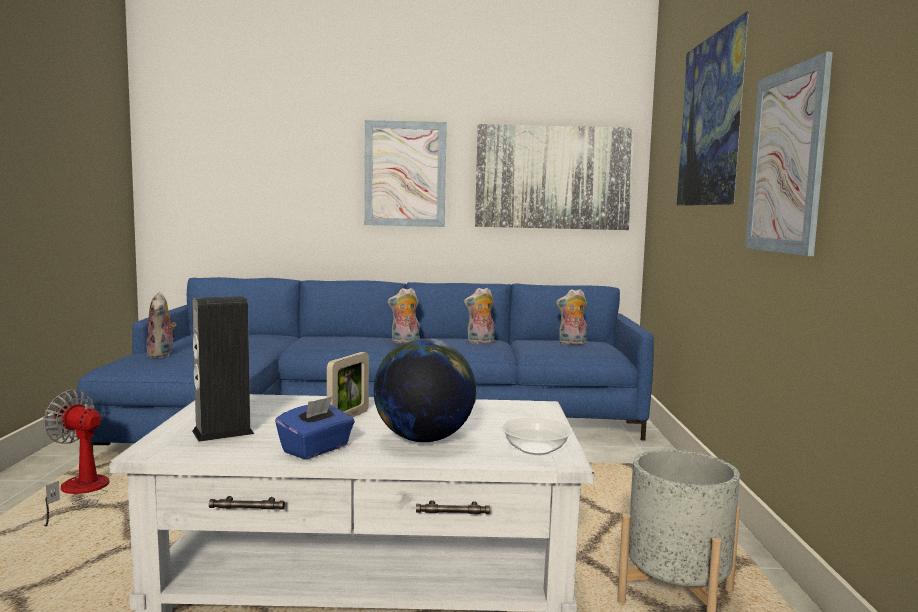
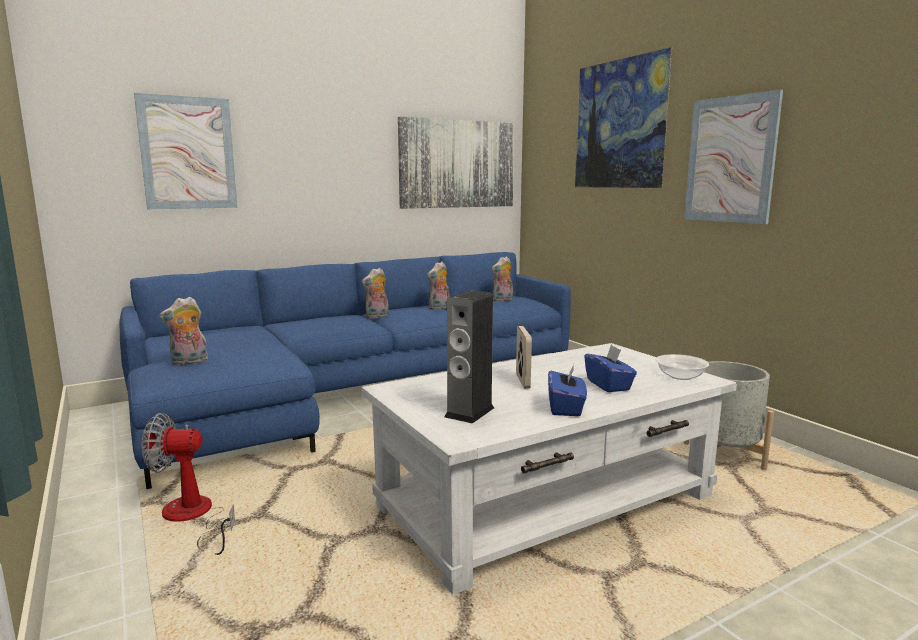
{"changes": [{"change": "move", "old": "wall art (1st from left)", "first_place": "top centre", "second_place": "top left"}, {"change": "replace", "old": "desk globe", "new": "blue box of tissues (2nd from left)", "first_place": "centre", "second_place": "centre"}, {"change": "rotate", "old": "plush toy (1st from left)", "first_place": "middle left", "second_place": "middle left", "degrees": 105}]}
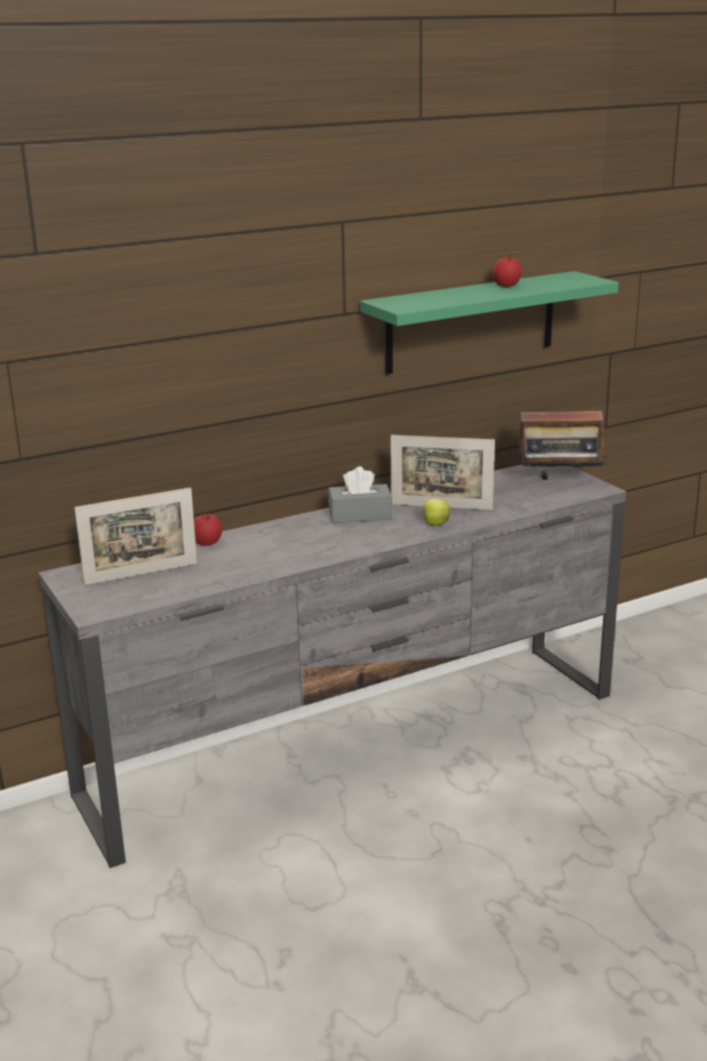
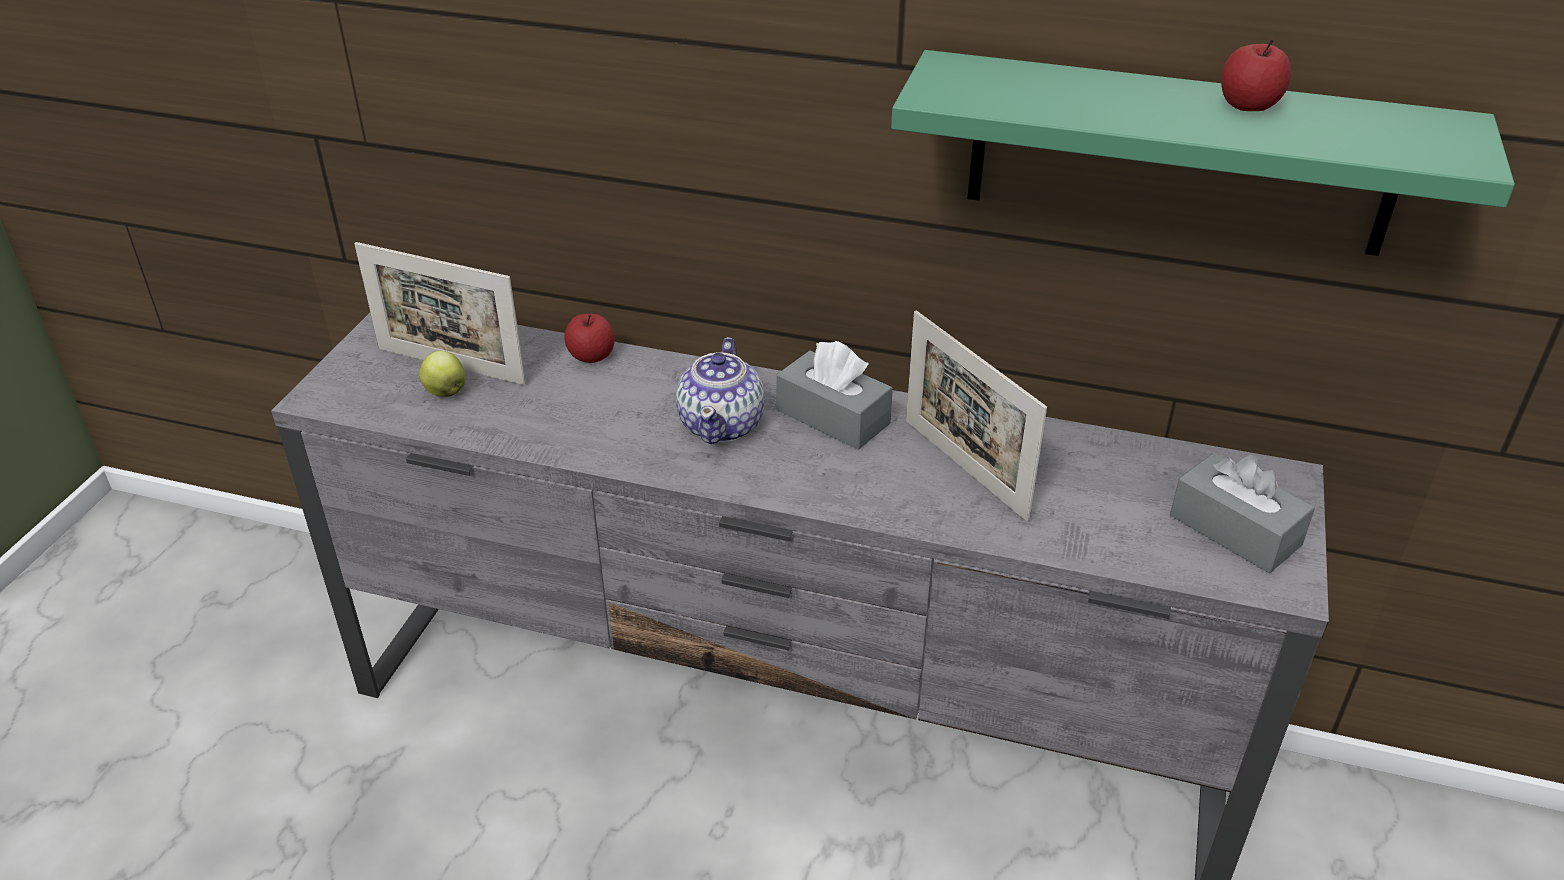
{"changes": [{"change": "insert", "new": "teapot", "second_place": "centre"}, {"change": "move", "old": "whole apple (2nd from left in the first image)", "new": "whole apple (1st from left)", "first_place": "centre", "second_place": "middle left"}, {"change": "replace", "old": "radio receiver", "new": "gray box of tissues (2nd from left)", "first_place": "middle right", "second_place": "middle right"}]}
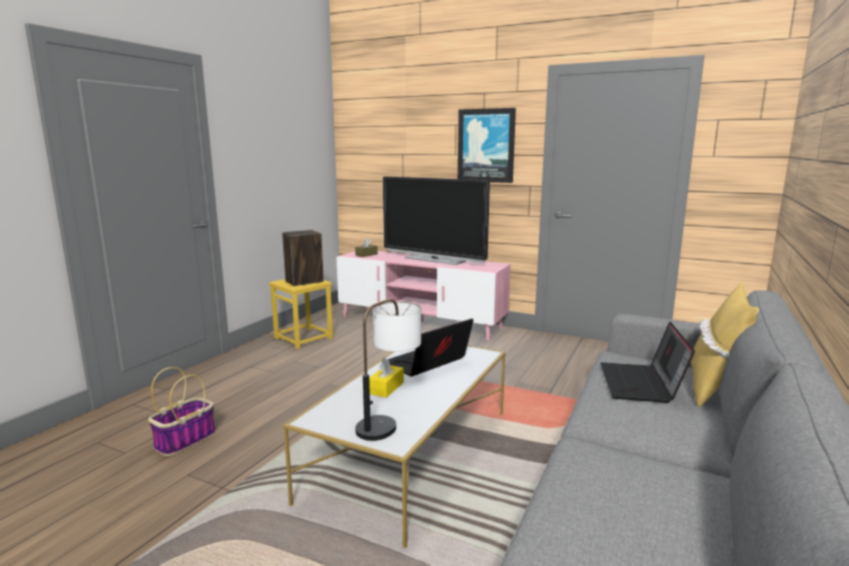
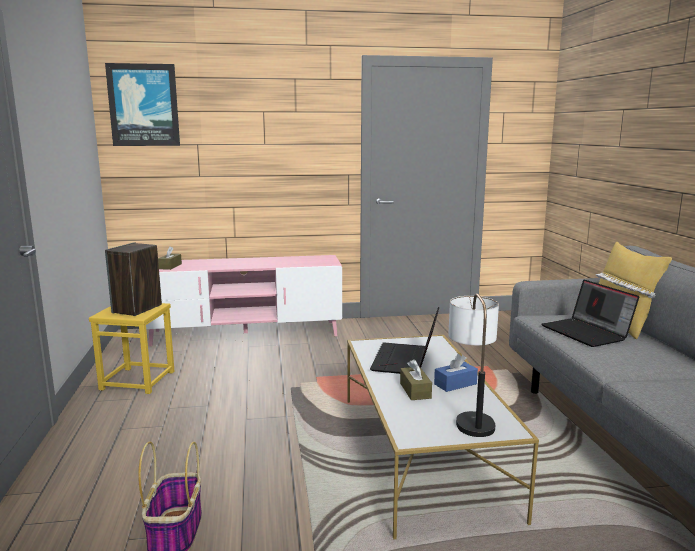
{"changes": [{"change": "delete", "old": "TV", "first_place": "centre"}, {"change": "insert", "new": "blue box of tissues", "second_place": "bottom centre"}, {"change": "move", "old": "wall art", "first_place": "top centre", "second_place": "top left"}, {"change": "recolor", "old": "yellow box of tissues", "new": "brown box of tissues (2nd from left)", "first_place": "bottom centre", "second_place": "bottom centre"}]}
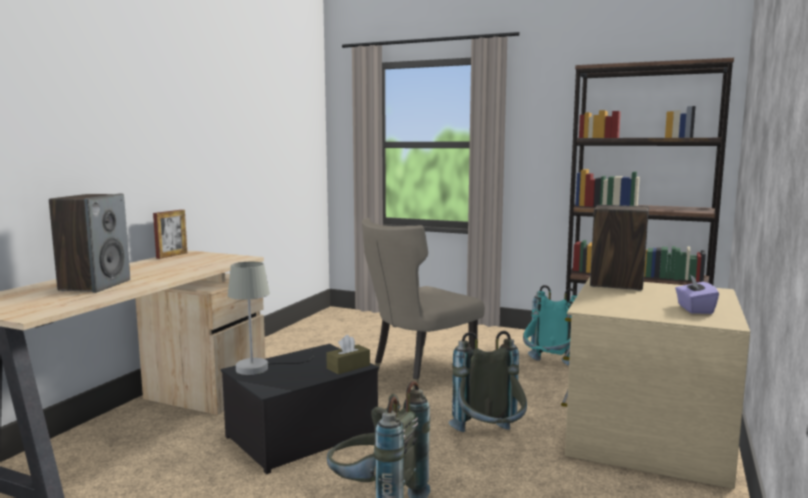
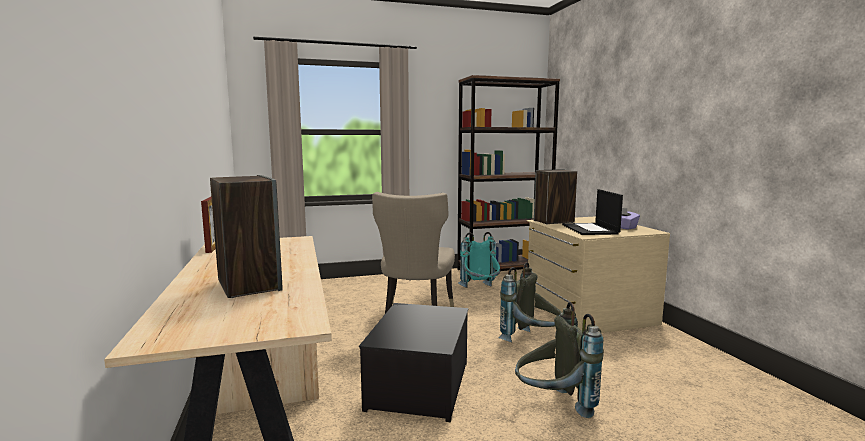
{"changes": [{"change": "delete", "old": "gray tabletop lamp", "first_place": "centre"}, {"change": "delete", "old": "brown box of tissues", "first_place": "bottom centre"}, {"change": "insert", "new": "laptop", "second_place": "middle right"}]}
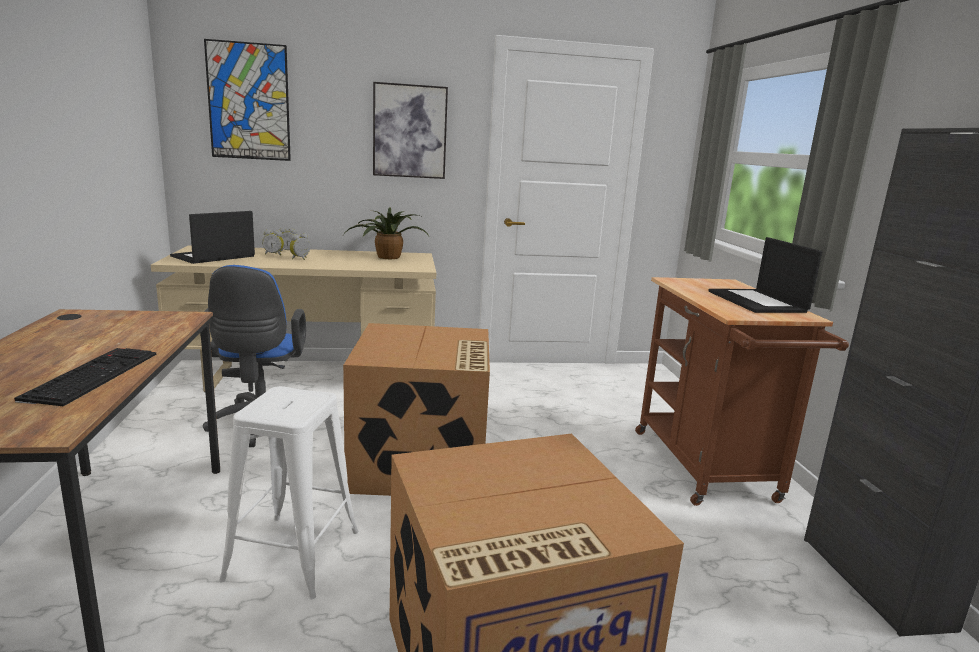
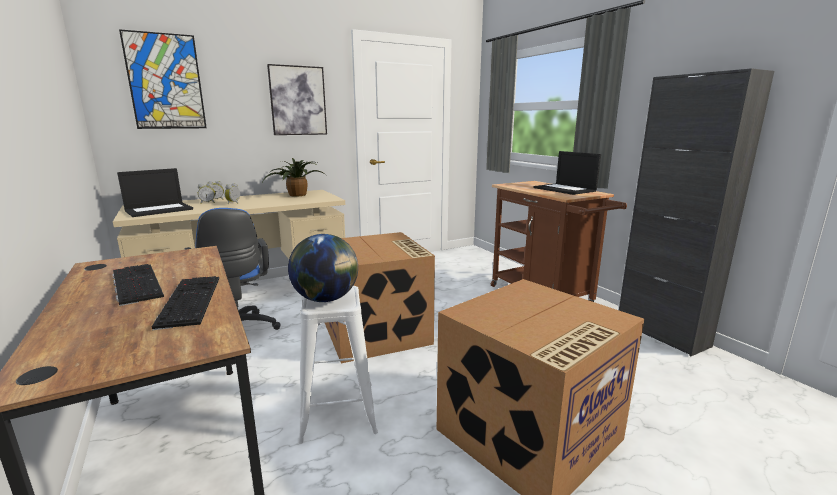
{"changes": [{"change": "insert", "new": "computer keyboard (1st from left)", "second_place": "middle left"}, {"change": "insert", "new": "desk globe", "second_place": "centre"}, {"change": "rotate", "old": "laptop (1st from left)", "first_place": "middle left", "second_place": "middle left", "degrees": -150}]}
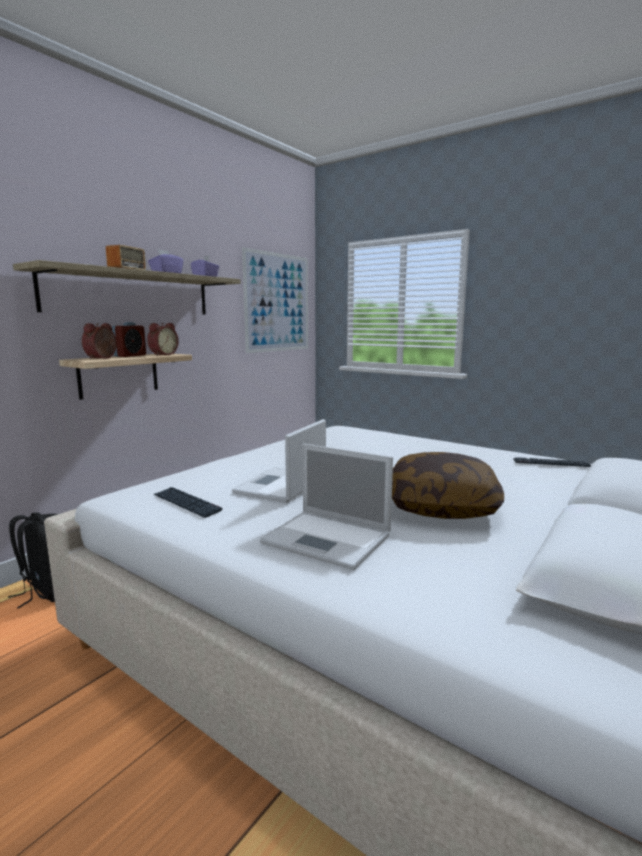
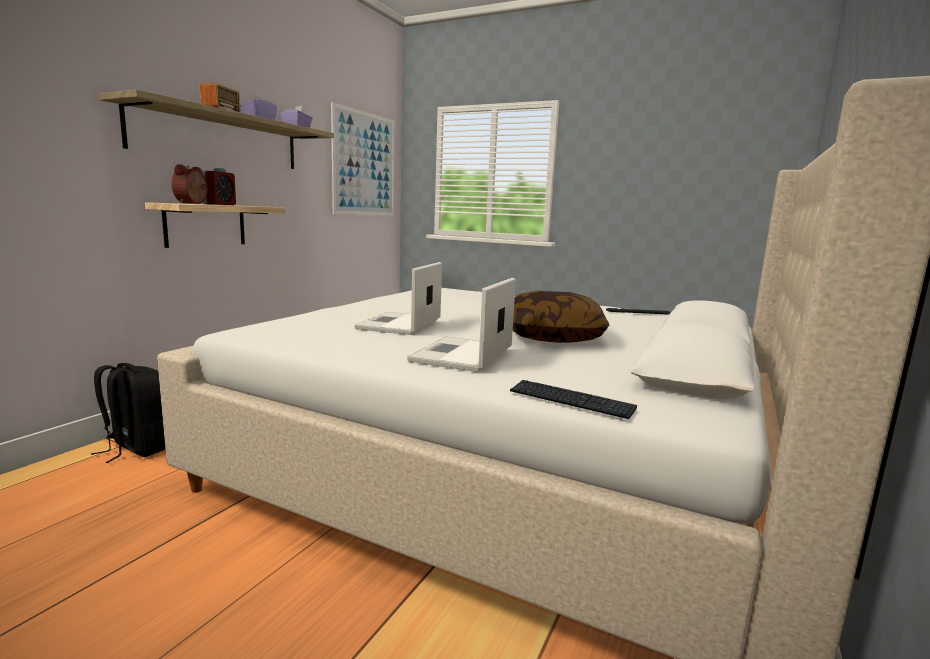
{"changes": [{"change": "delete", "old": "bedside clock (3rd from left)", "first_place": "middle left"}, {"change": "move", "old": "computer keyboard (1st from left)", "first_place": "middle left", "second_place": "centre"}, {"change": "rotate", "old": "laptop (2nd from left)", "first_place": "centre", "second_place": "centre", "degrees": 90}]}
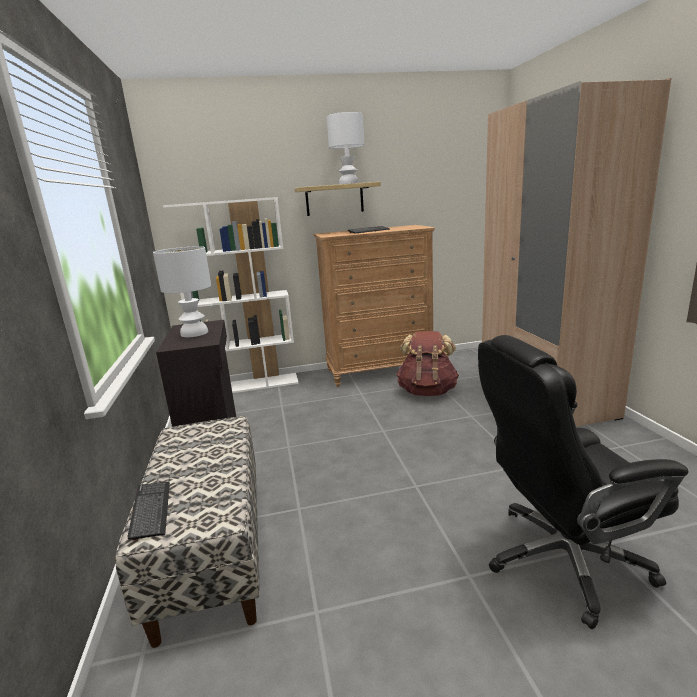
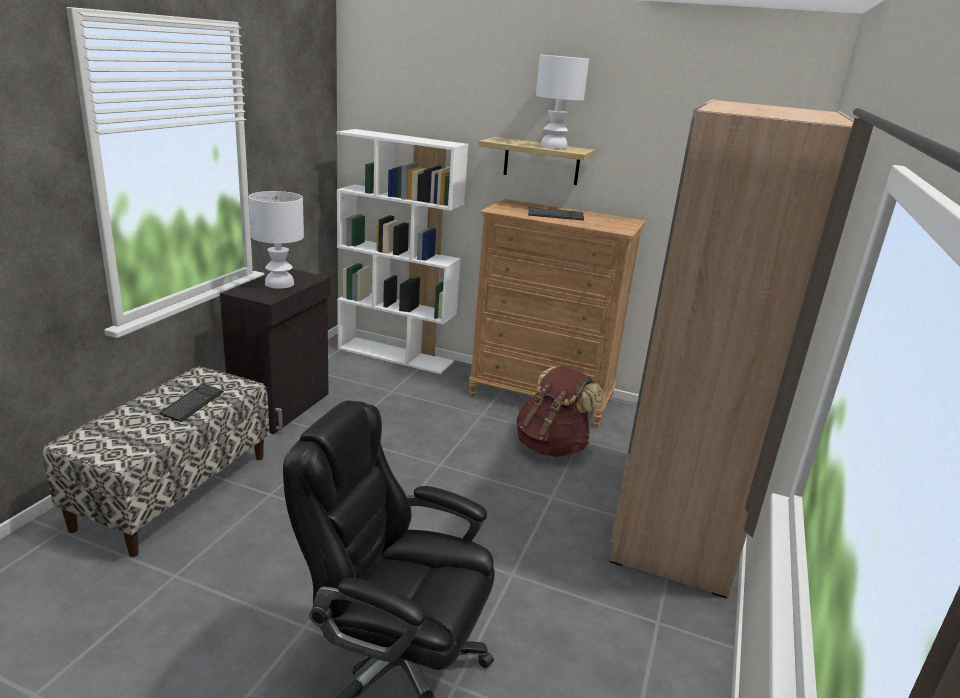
{"changes": [{"change": "move", "old": "computer keyboard (1st from left)", "first_place": "bottom left", "second_place": "middle left"}]}
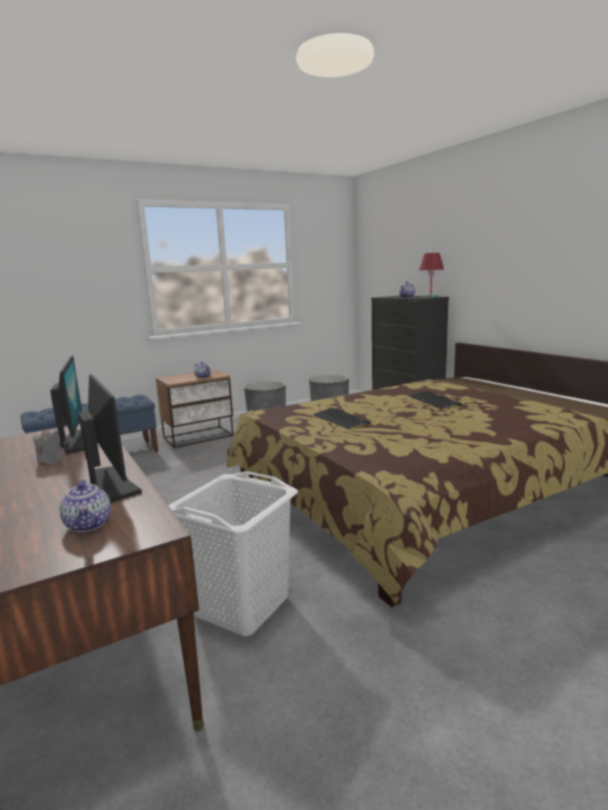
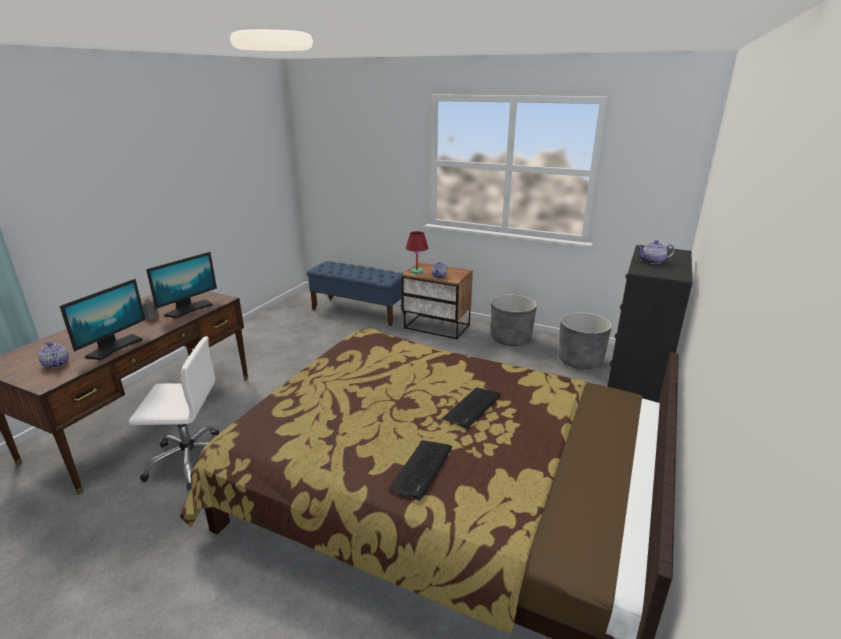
{"changes": [{"change": "move", "old": "computer keyboard (1st from left)", "first_place": "centre", "second_place": "bottom centre"}, {"change": "move", "old": "reddish tabletop lamp", "first_place": "middle right", "second_place": "centre"}, {"change": "replace", "old": "whitish hamper", "new": "whitish computer chair", "first_place": "bottom centre", "second_place": "middle left"}, {"change": "rotate", "old": "teapot (1st from left)", "first_place": "middle left", "second_place": "middle left", "degrees": 105}]}
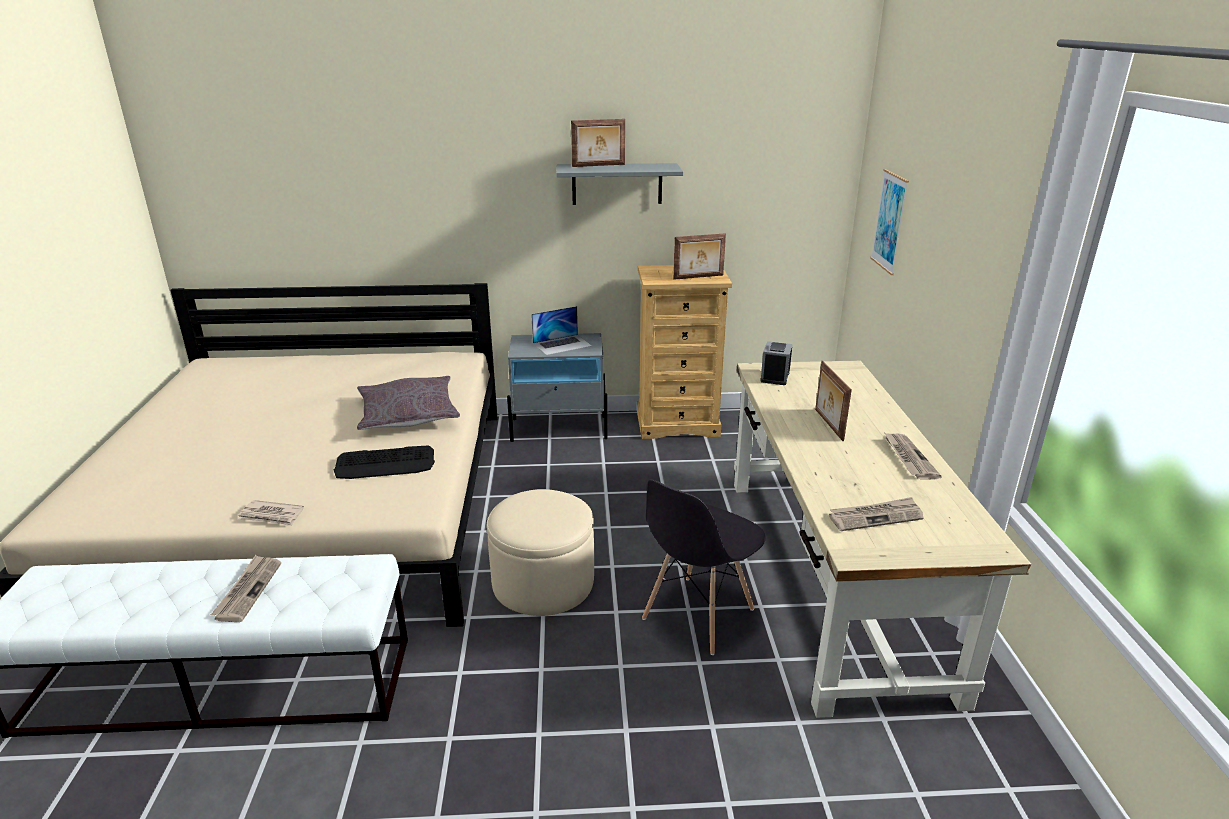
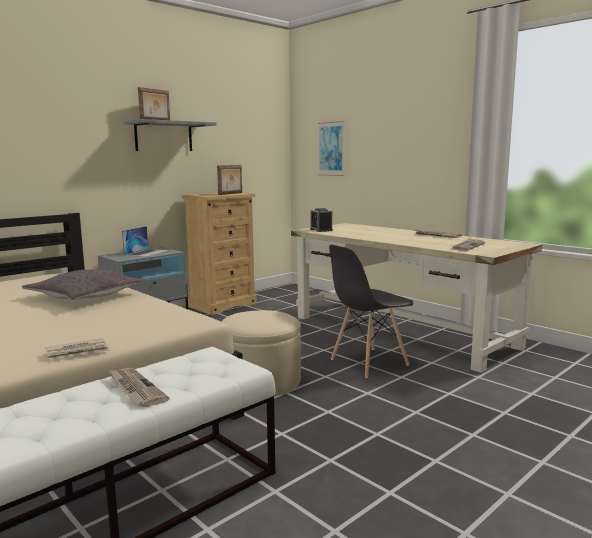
{"changes": [{"change": "delete", "old": "computer keyboard", "first_place": "middle left"}, {"change": "delete", "old": "picture frame (3rd from left)", "first_place": "middle right"}, {"change": "rotate", "old": "gray upright chair", "first_place": "bottom centre", "second_place": "centre", "degrees": 60}]}
